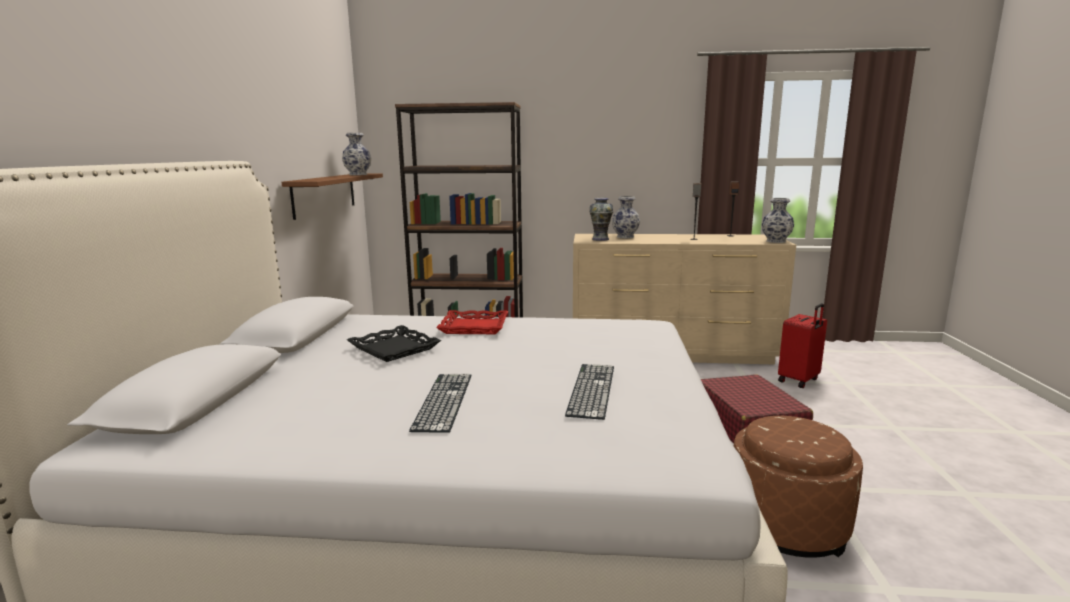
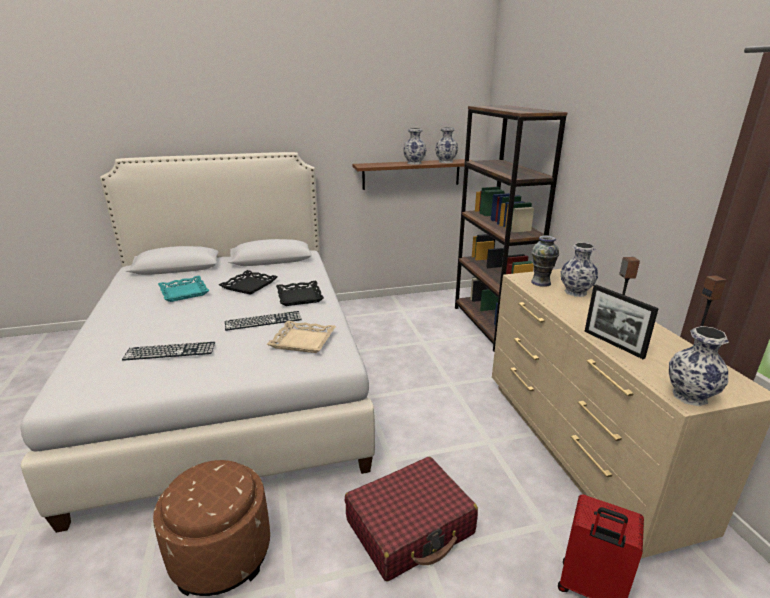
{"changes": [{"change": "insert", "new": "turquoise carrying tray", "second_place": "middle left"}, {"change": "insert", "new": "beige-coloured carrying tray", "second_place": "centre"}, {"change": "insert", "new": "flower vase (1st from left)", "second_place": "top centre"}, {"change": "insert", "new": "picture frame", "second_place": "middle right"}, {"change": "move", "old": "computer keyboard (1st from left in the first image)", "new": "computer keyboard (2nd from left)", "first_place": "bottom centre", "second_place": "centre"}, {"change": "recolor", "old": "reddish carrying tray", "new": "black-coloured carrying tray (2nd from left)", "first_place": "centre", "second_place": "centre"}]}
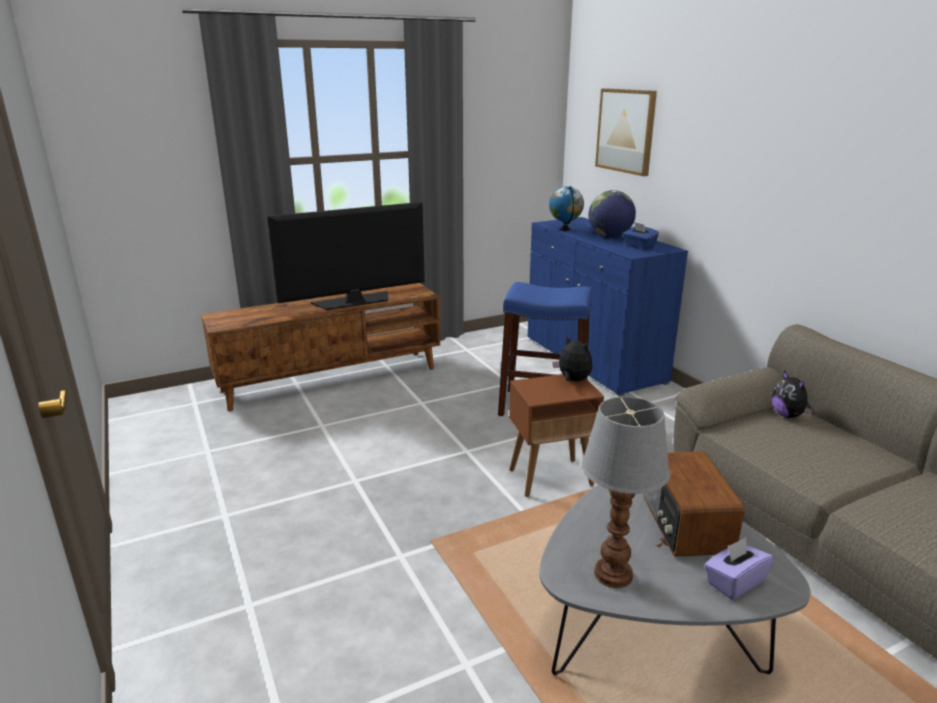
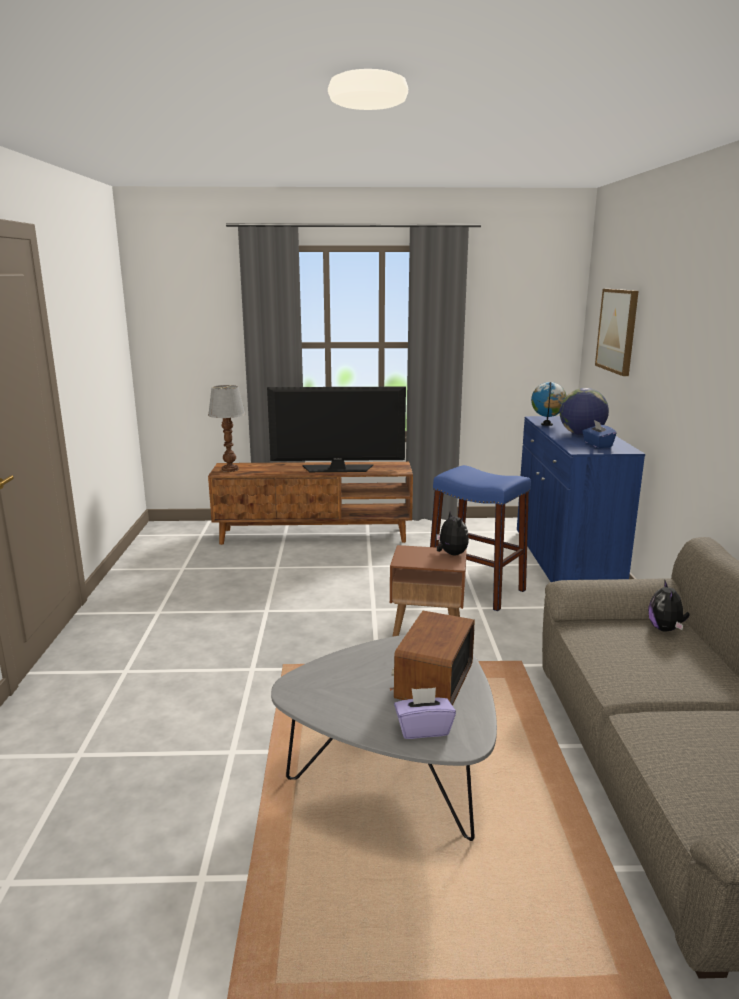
{"changes": [{"change": "move", "old": "tabletop lamp", "first_place": "bottom right", "second_place": "middle left"}]}
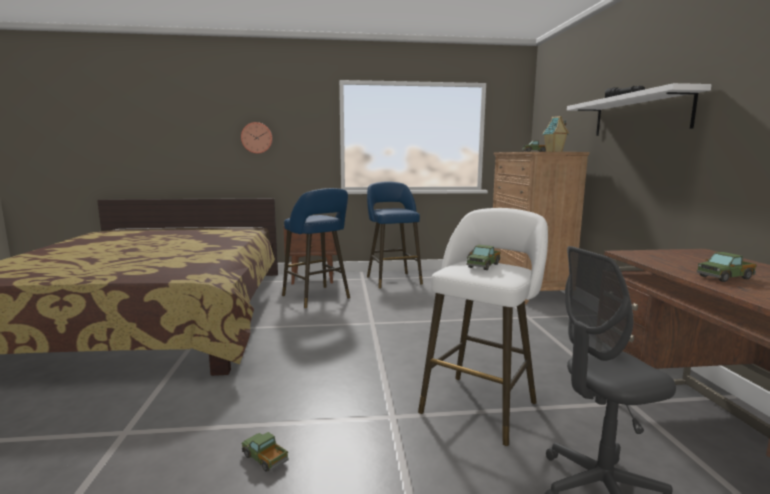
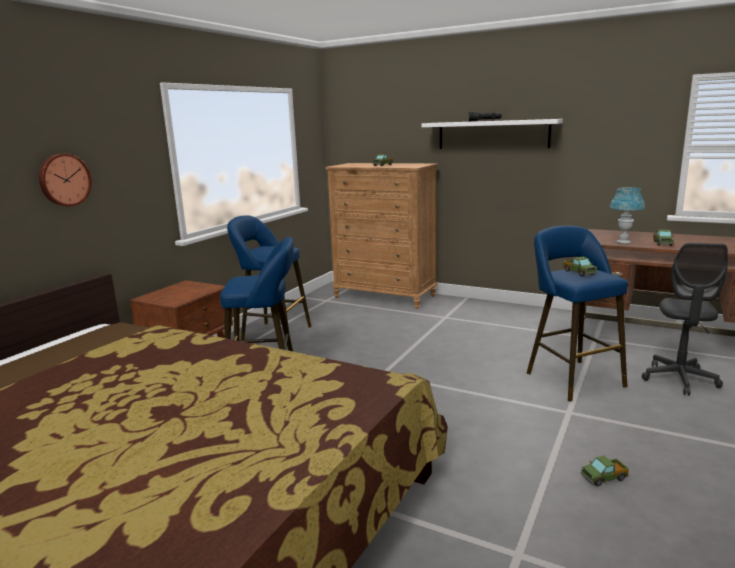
{"changes": [{"change": "delete", "old": "toy house", "first_place": "top right"}, {"change": "insert", "new": "blue tabletop lamp", "second_place": "middle right"}, {"change": "recolor", "old": "whitish stool seat", "new": "blue stool seat (3rd from left)", "first_place": "centre", "second_place": "middle right"}]}
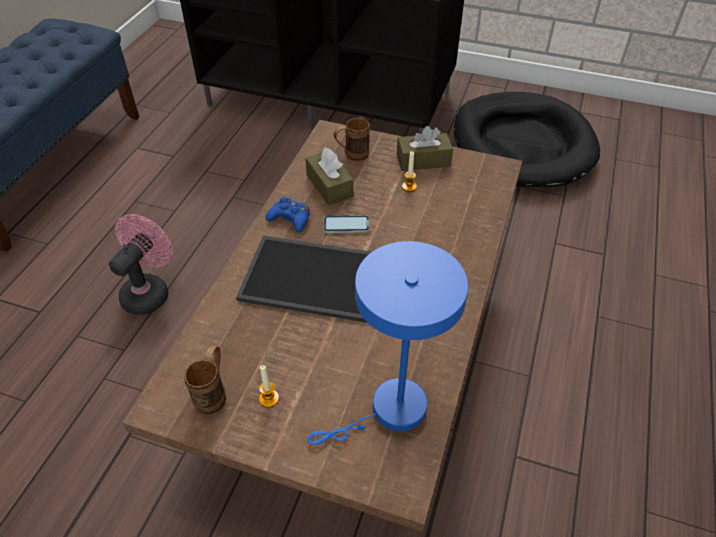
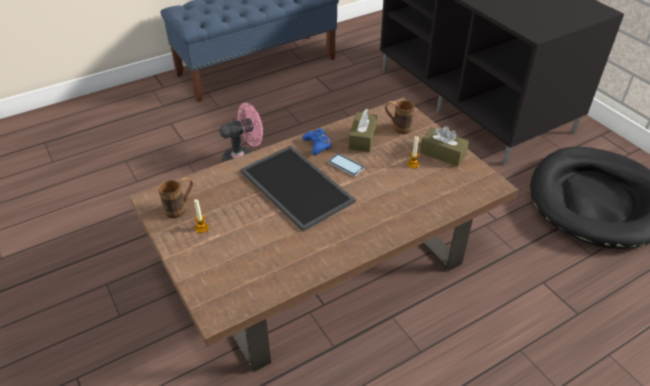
{"changes": [{"change": "delete", "old": "blue tabletop lamp", "first_place": "centre"}]}
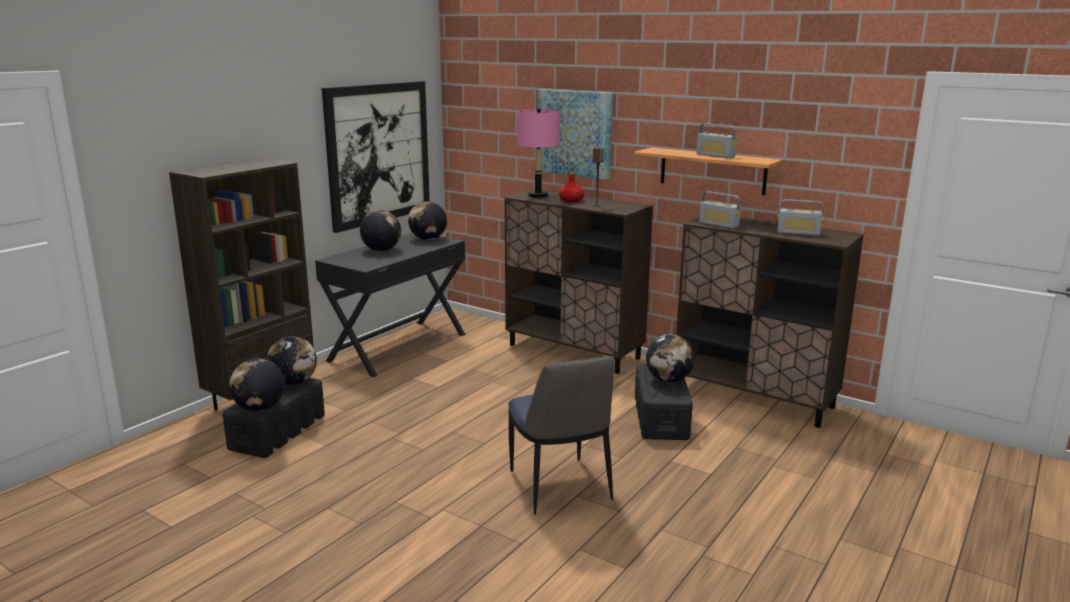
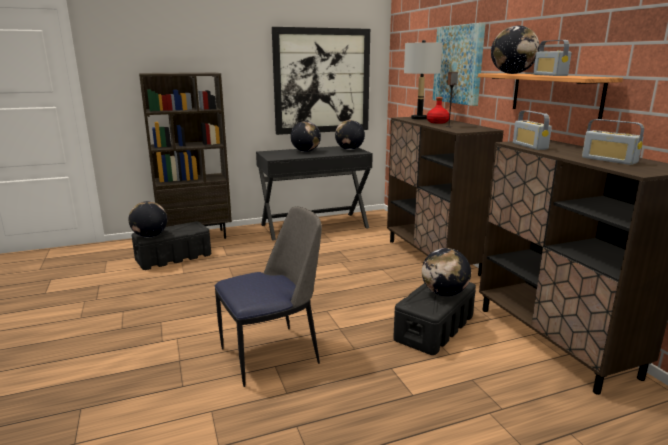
{"changes": [{"change": "move", "old": "desk globe (2nd from left in the first image)", "new": "desk globe (5th from left)", "first_place": "middle left", "second_place": "top right"}, {"change": "recolor", "old": "pinkish tabletop lamp", "new": "gray tabletop lamp", "first_place": "top centre", "second_place": "top centre"}, {"change": "rotate", "old": "upright chair", "first_place": "bottom centre", "second_place": "centre", "degrees": -135}]}
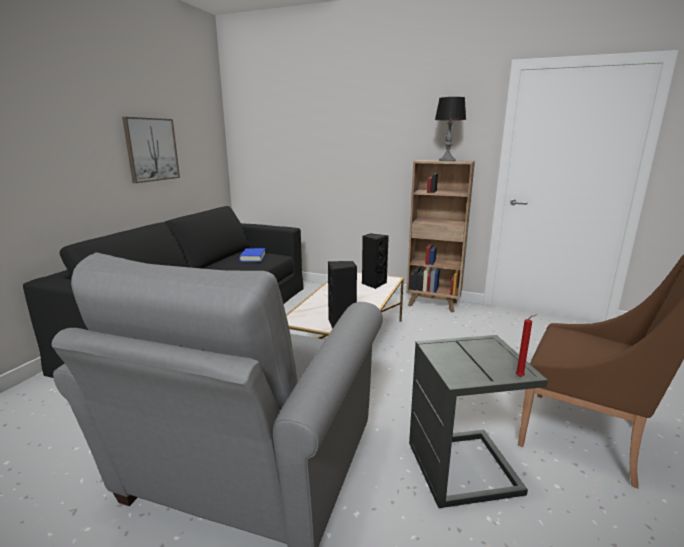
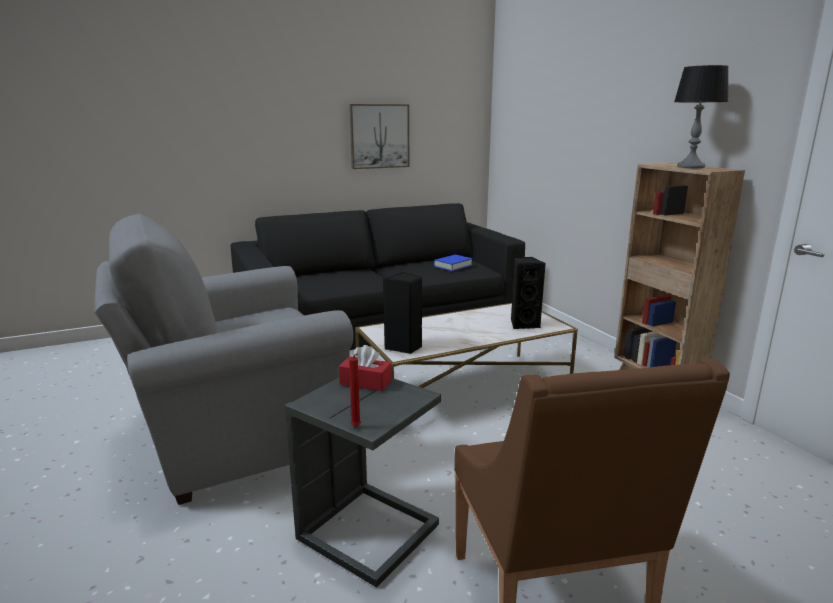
{"changes": [{"change": "insert", "new": "reddish box of tissues", "second_place": "centre"}]}
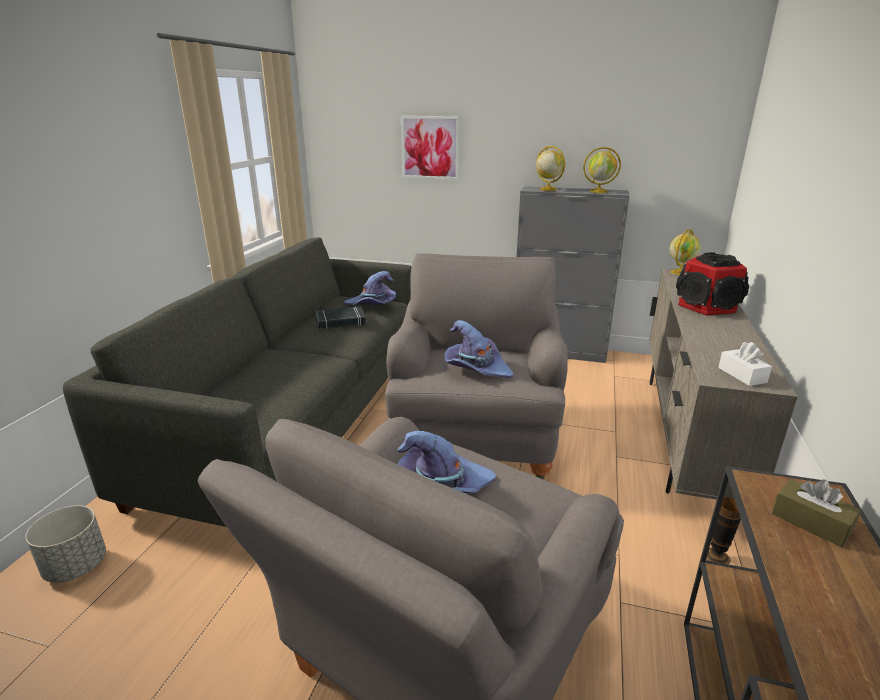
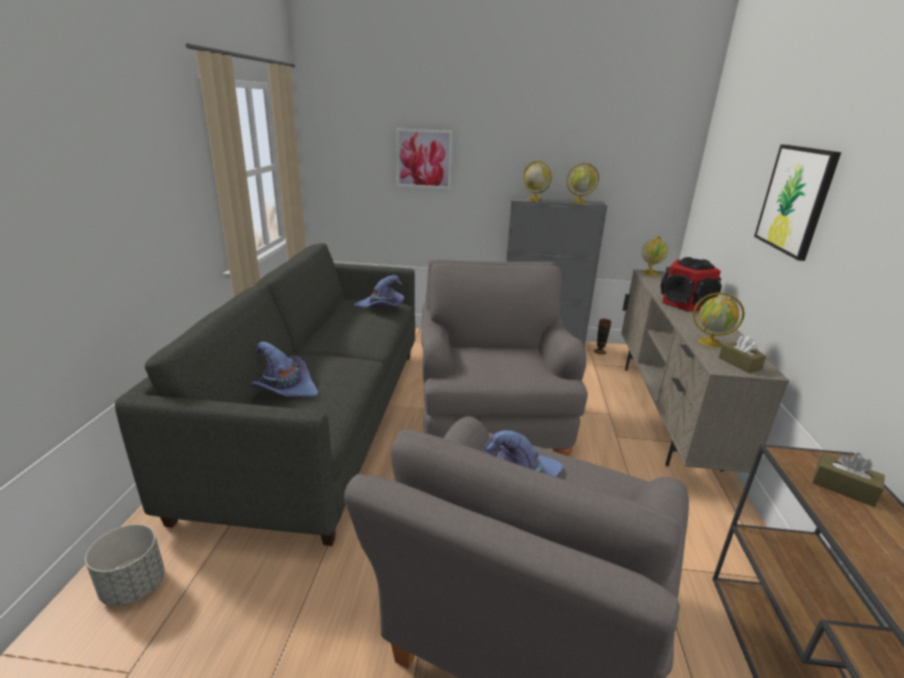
{"changes": [{"change": "delete", "old": "black-coloured bound book", "first_place": "centre"}, {"change": "insert", "new": "desk globe (4th from left)", "second_place": "middle right"}, {"change": "insert", "new": "wall art (2nd from left)", "second_place": "top right"}, {"change": "move", "old": "purplish wearable hat (3rd from left in the first image)", "new": "purplish wearable hat (1st from left)", "first_place": "centre", "second_place": "middle left"}, {"change": "move", "old": "flower vase", "first_place": "bottom right", "second_place": "centre"}, {"change": "recolor", "old": "whitish box of tissues", "new": "brown box of tissues (1st from left)", "first_place": "middle right", "second_place": "middle right"}]}
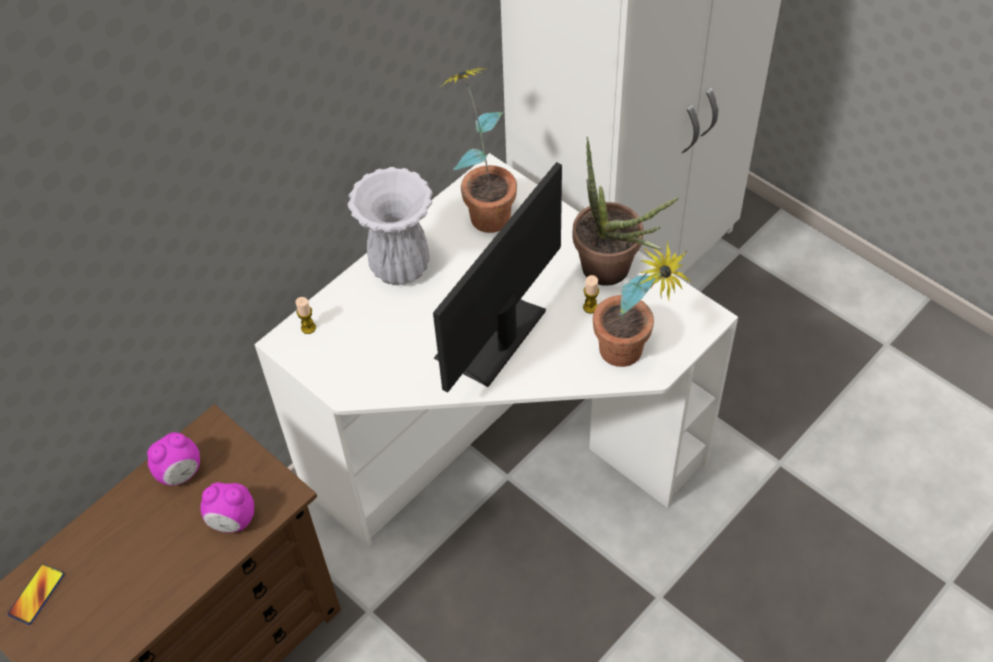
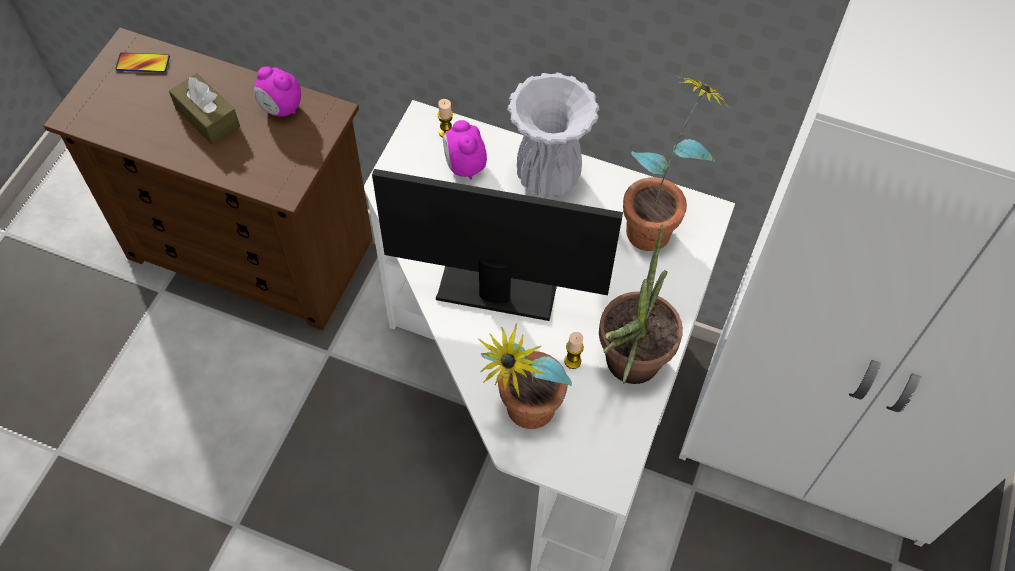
{"changes": [{"change": "insert", "new": "brown box of tissues", "second_place": "top left"}, {"change": "move", "old": "bedside clock (2nd from left)", "first_place": "bottom left", "second_place": "top centre"}]}
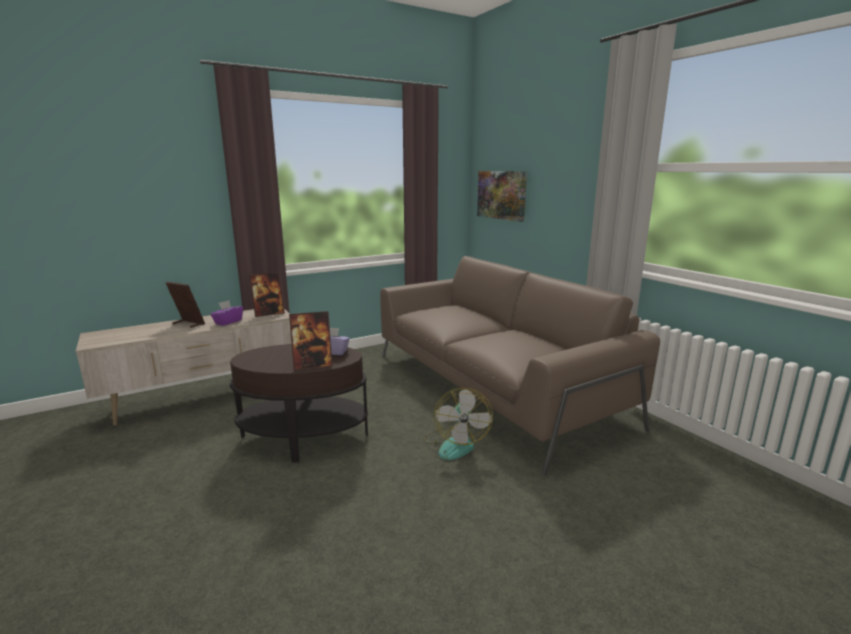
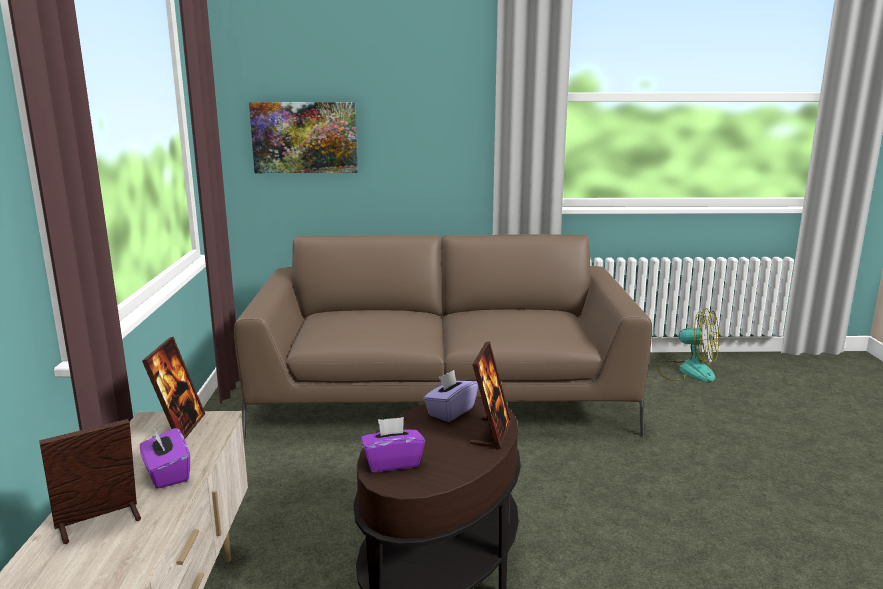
{"changes": [{"change": "insert", "new": "purplish box of tissues (2nd from left)", "second_place": "bottom centre"}, {"change": "move", "old": "fan", "first_place": "bottom centre", "second_place": "middle right"}]}
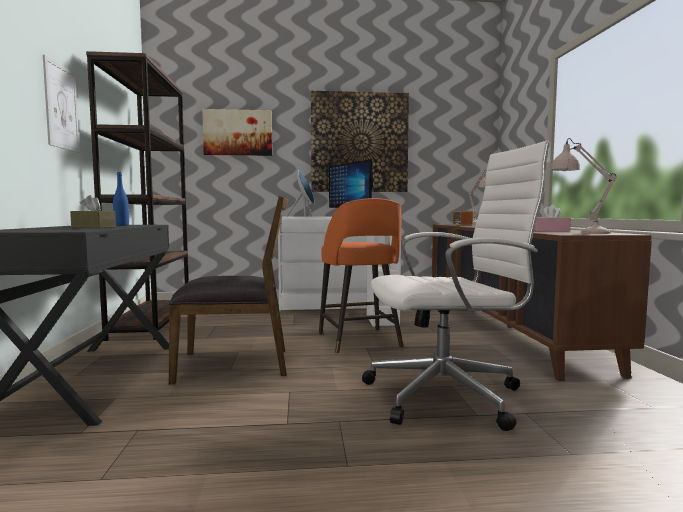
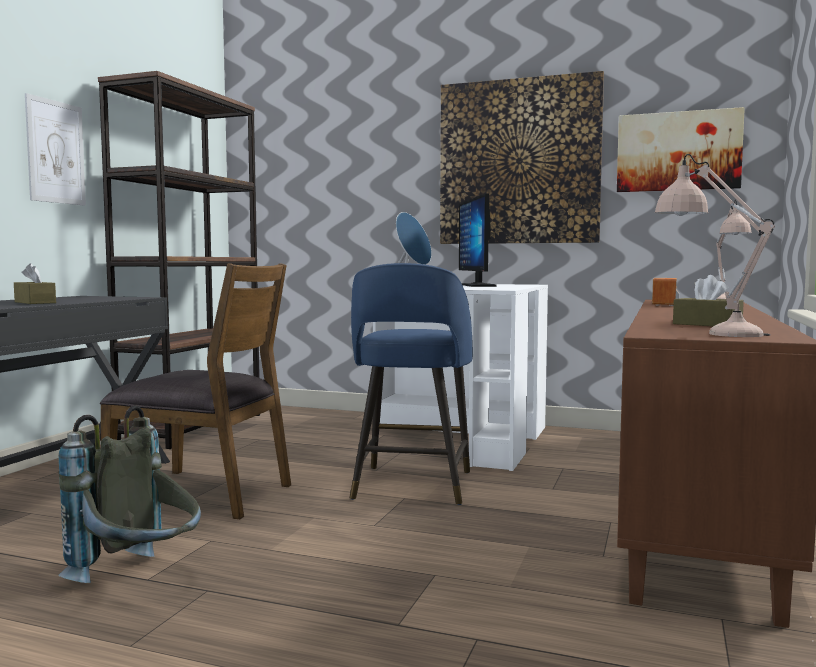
{"changes": [{"change": "delete", "old": "blue bottle", "first_place": "middle left"}, {"change": "delete", "old": "whitish computer chair", "first_place": "middle right"}, {"change": "insert", "new": "gray knapsack", "second_place": "bottom left"}, {"change": "move", "old": "wall art (2nd from left in the first image)", "new": "wall art (3rd from left)", "first_place": "top centre", "second_place": "top right"}, {"change": "recolor", "old": "orangey stool seat", "new": "blue stool seat", "first_place": "centre", "second_place": "centre"}, {"change": "recolor", "old": "pinkish box of tissues", "new": "brown box of tissues (2nd from left)", "first_place": "middle right", "second_place": "middle right"}]}
